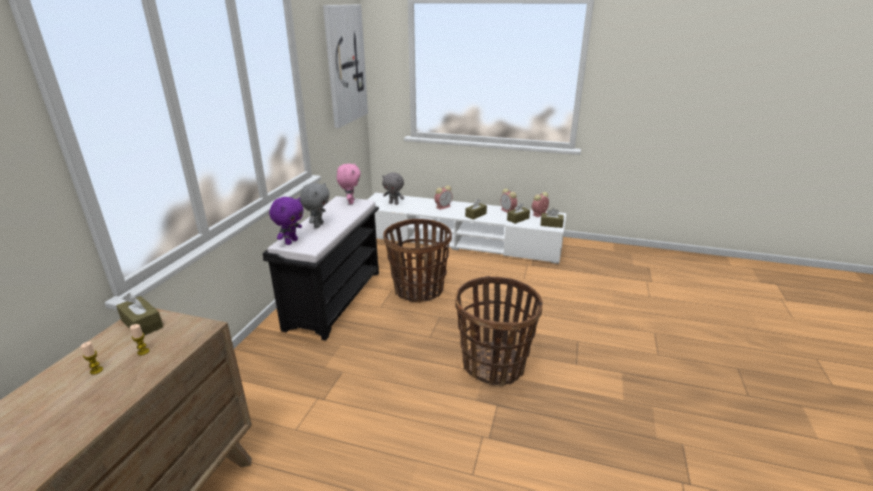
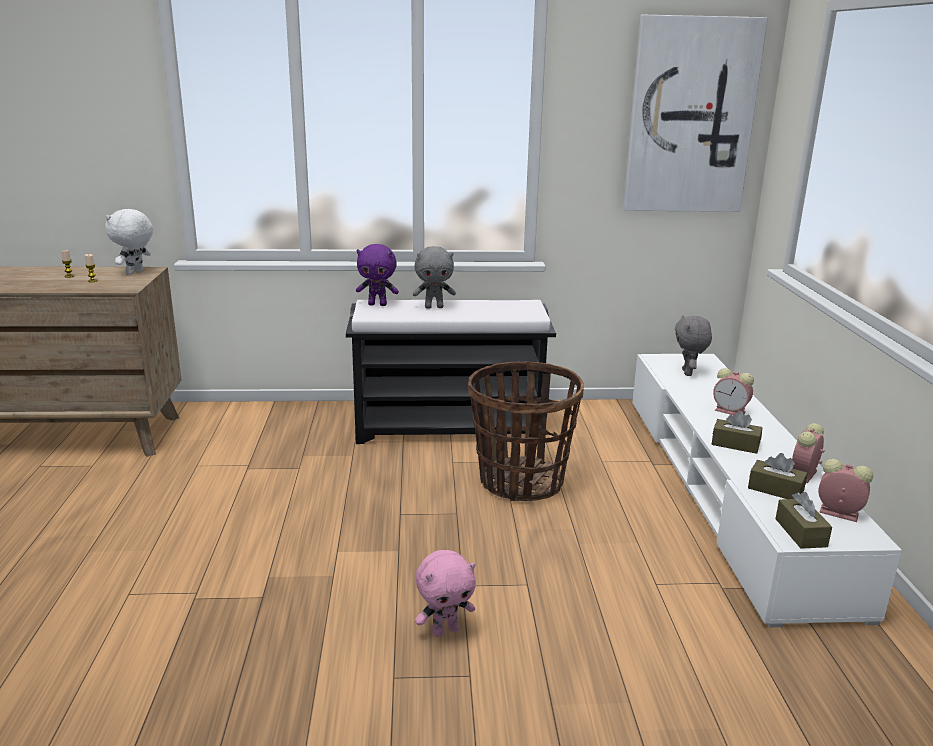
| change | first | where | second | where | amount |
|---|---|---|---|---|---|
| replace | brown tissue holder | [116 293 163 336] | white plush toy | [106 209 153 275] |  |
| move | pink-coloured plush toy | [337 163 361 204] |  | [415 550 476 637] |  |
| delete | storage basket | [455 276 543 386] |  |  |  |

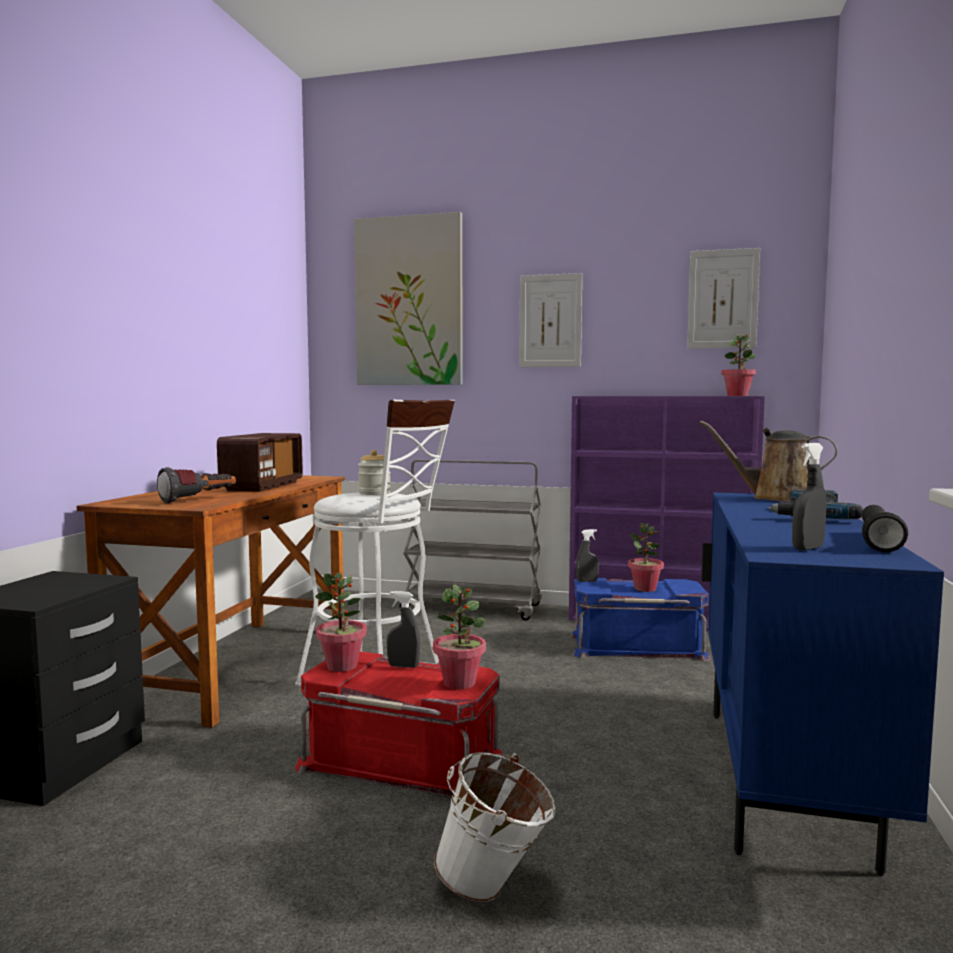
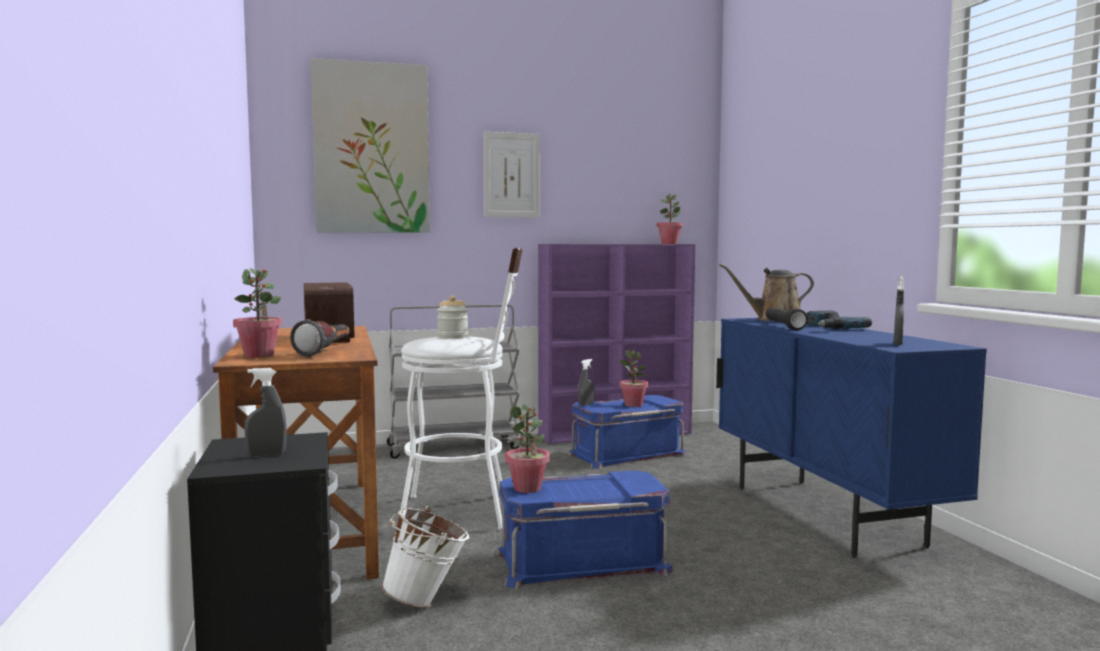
| change | first | where | second | where | amount |
|---|---|---|---|---|---|
| move | potted plant | [433 585 486 689] |  | [233 268 282 358] |  |
| move | gray spray bottle | [387 591 420 668] |  | [244 368 287 457] |  |
| move | white bucket | [434 752 556 902] |  | [381 506 470 607] |  |
| recolor | red-coloured storage box | [295 651 504 797] | bluish storage box | [496 470 674 589] |  |
| move | blackish hand torch | [862 505 908 552] |  | [766 308 808 330] |  |
| delete | wall picture | [687 248 760 349] |  |  |  |

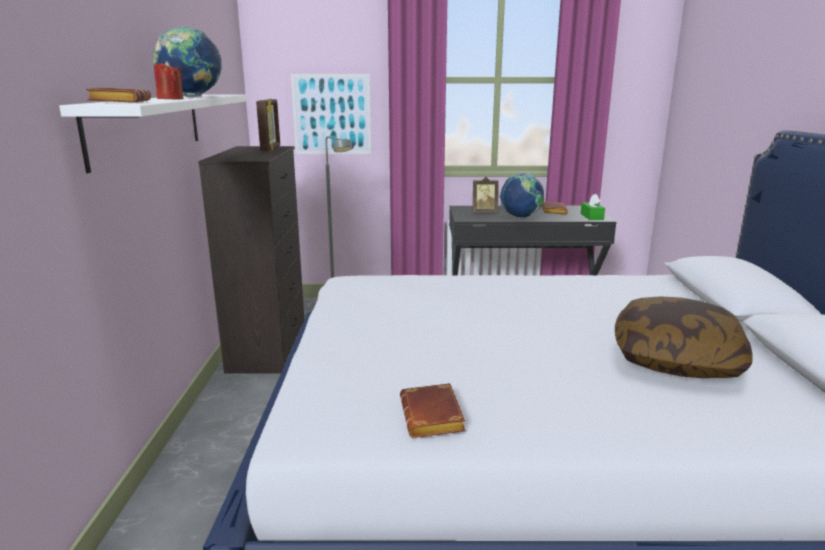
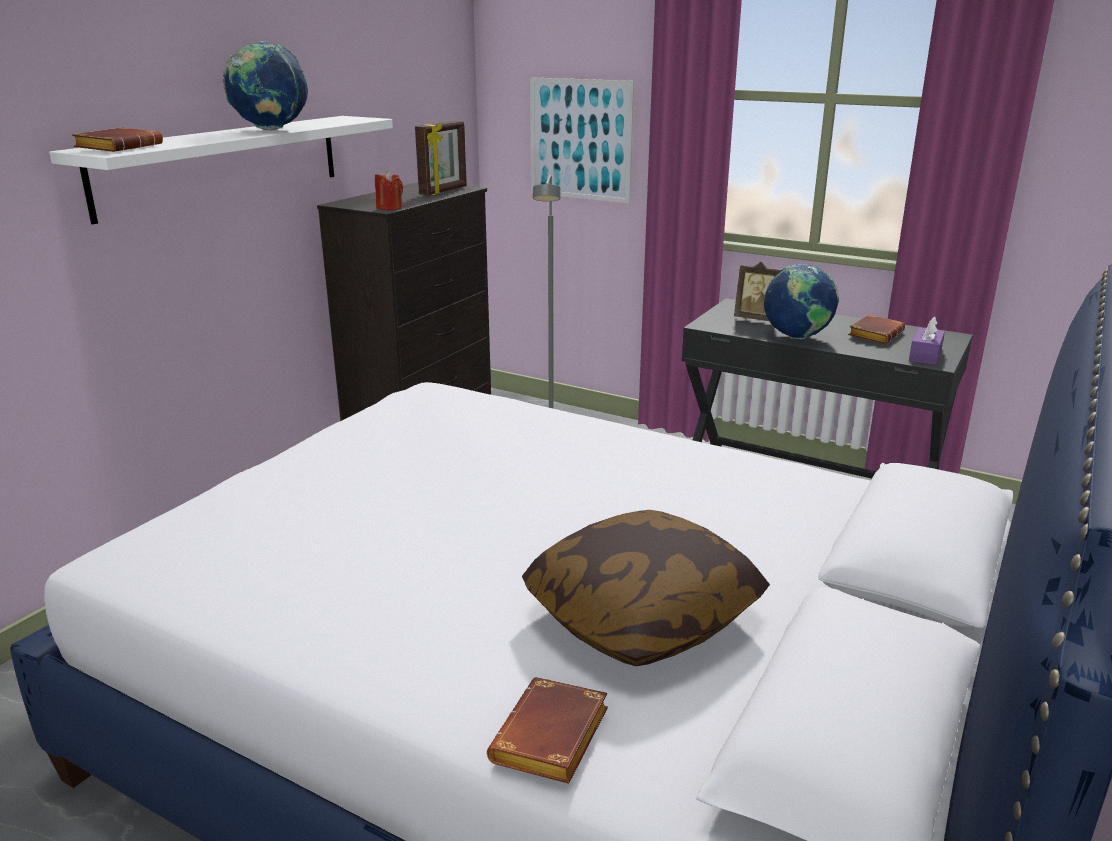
| change | first | where | second | where | amount |
|---|---|---|---|---|---|
| move | red-coloured wax light | [154 61 183 100] |  | [375 171 403 210] |  |
| move | brown book | [400 383 465 438] |  | [487 677 608 784] |  |
| recolor | greenish tissue holder | [581 194 605 220] | purplish tissue holder | [909 316 945 365] |  |

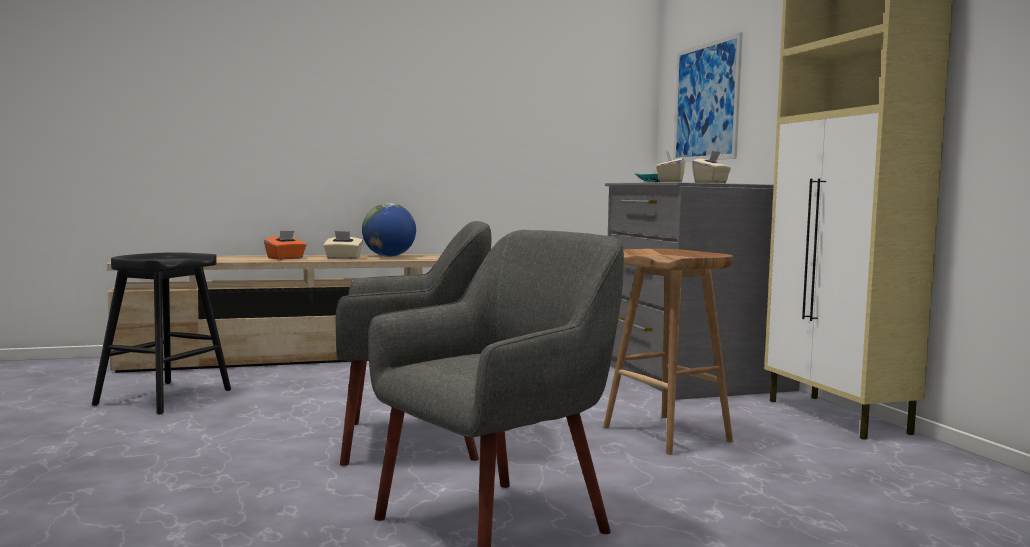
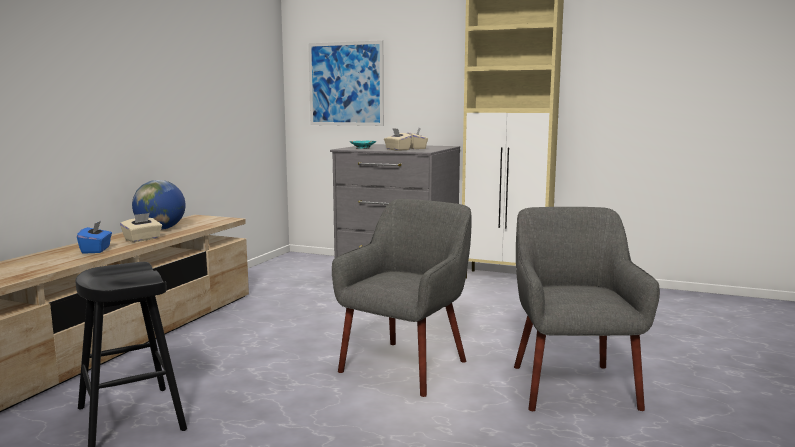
| change | first | where | second | where | amount |
|---|---|---|---|---|---|
| recolor | orange tissue holder | [264 231 307 260] | bluish tissue holder | [77 221 112 254] |  |
| delete | brown sitting stool | [603 249 733 455] |  |  |  |

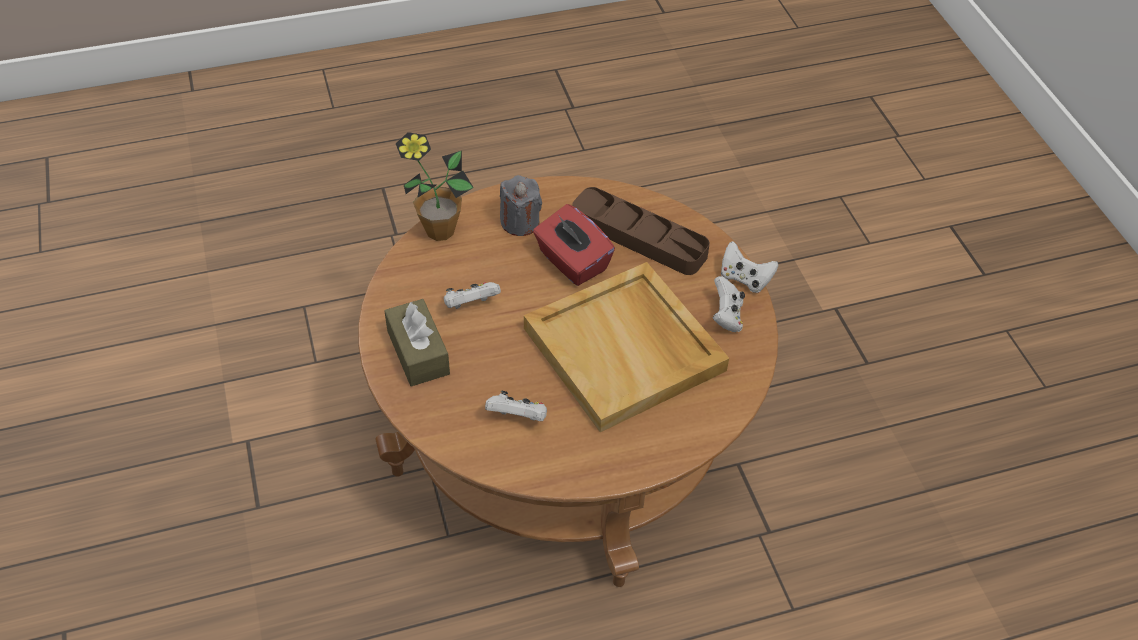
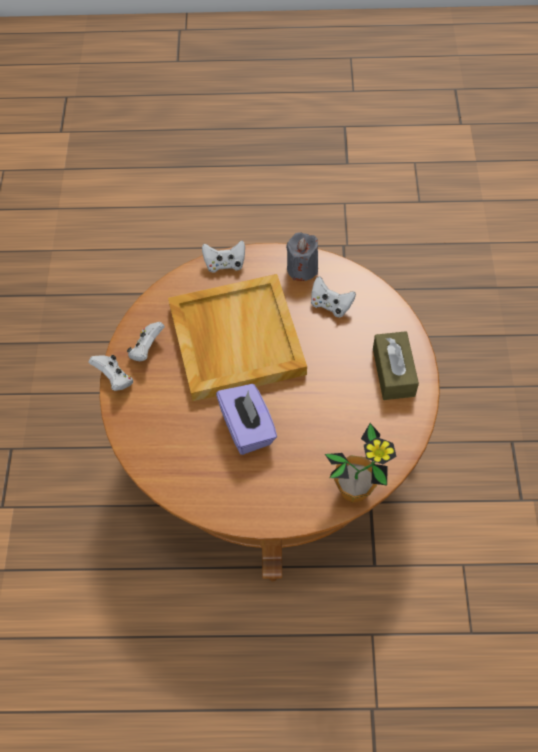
| change | first | where | second | where | amount |
|---|---|---|---|---|---|
| move | white game controller | [444 282 501 309] |  | [202 241 245 273] |  |
| recolor | red-coloured tissue holder | [533 204 615 286] | purplish tissue holder | [216 384 277 455] |  |
| move | gray wax light | [500 175 542 236] |  | [286 232 318 281] |  |
| delete | brown carrying tray | [572 187 710 275] |  |  |  |

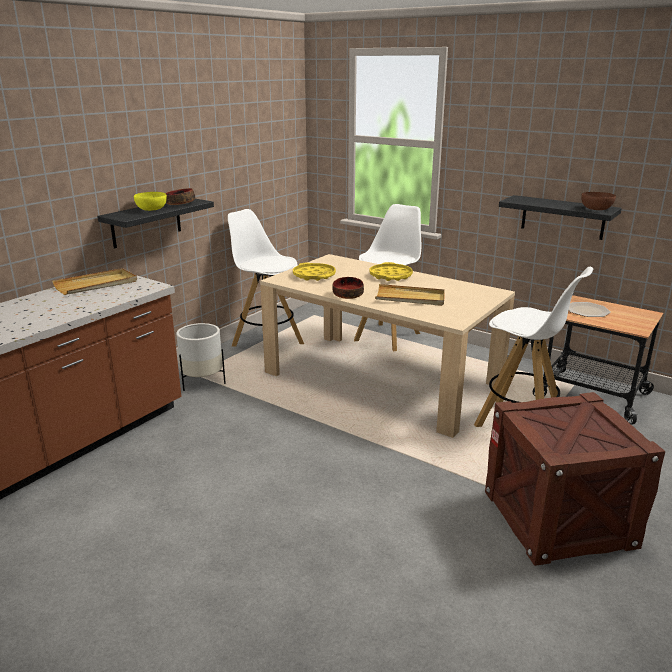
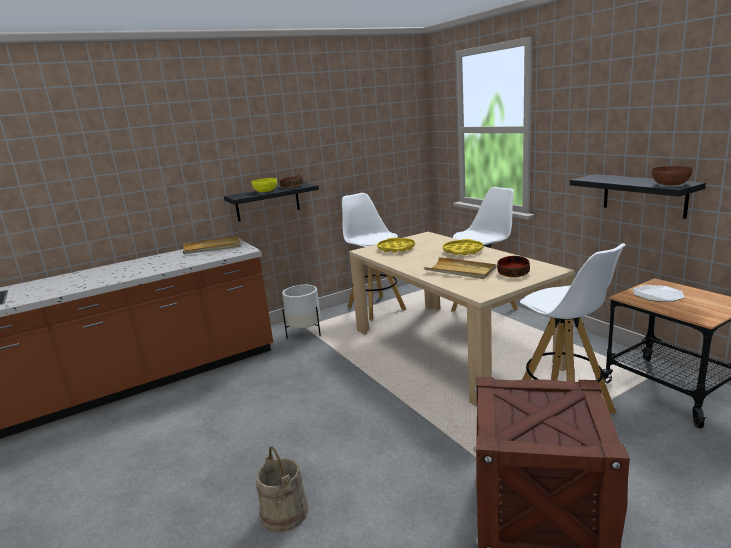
| change | first | where | second | where | amount |
|---|---|---|---|---|---|
| insert |  |  | sand-coloured bucket | [256 446 308 532] |  |
| move | deep dish | [332 277 364 299] |  | [497 256 530 277] |  |

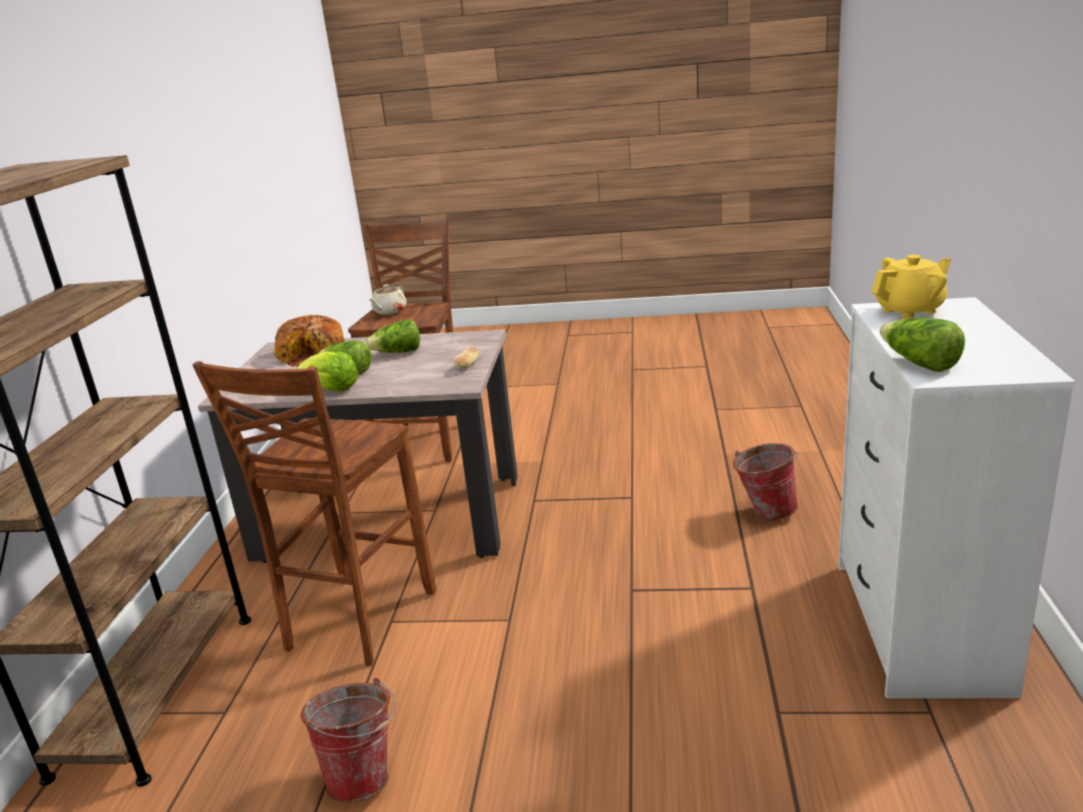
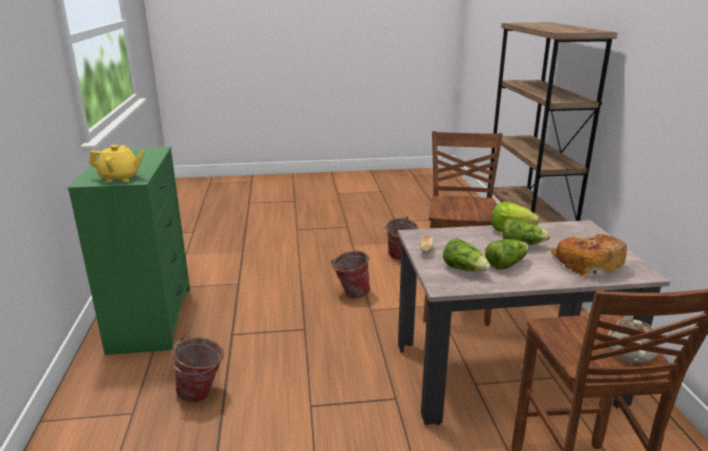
| change | first | where | second | where | amount |
|---|---|---|---|---|---|
| recolor | white dresser | [838 297 1075 699] | greenish dresser | [68 147 190 355] |  |
| rotate | yellow tea pot | [872 255 951 319] |  | [89 145 145 183] | 150 degrees counterclockwise |
| insert |  |  | bucket | [331 251 370 298] |  |
| move | lettuce | [880 318 965 372] |  | [443 238 491 271] |  |

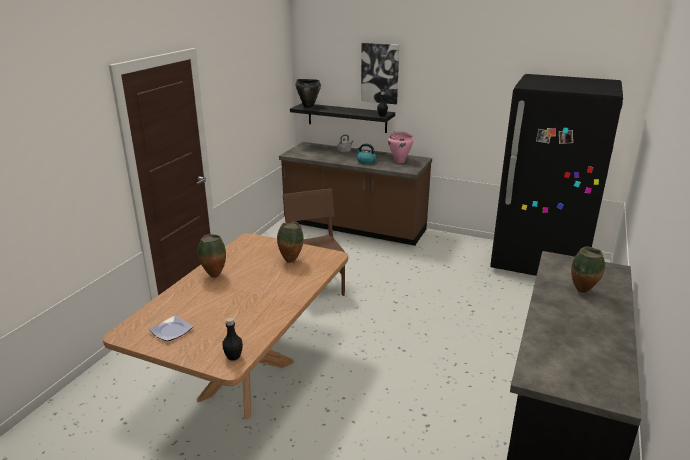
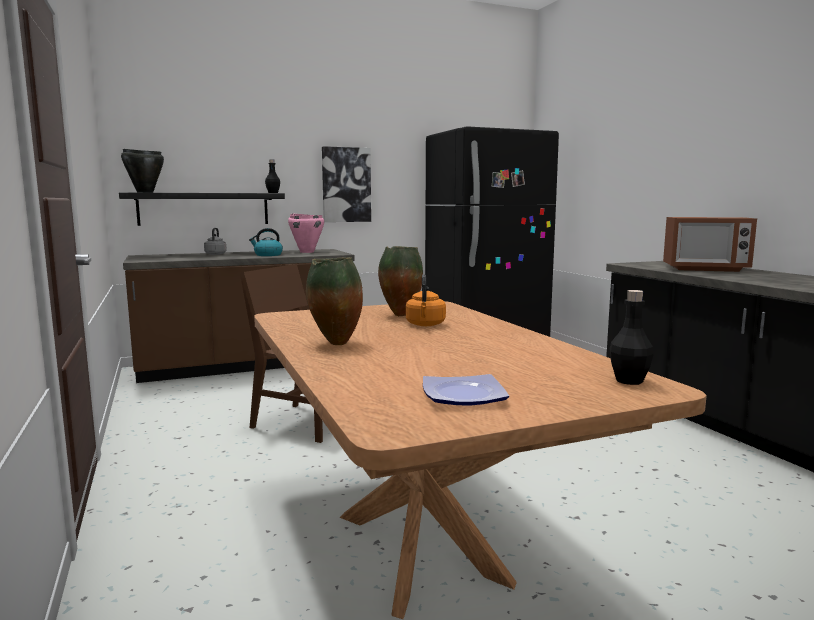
| change | first | where | second | where | amount |
|---|---|---|---|---|---|
| move | wall picture | [361 43 399 104] |  | [322 146 371 222] |  |
| insert |  |  | orange water kettle | [406 274 446 326] |  |
| replace | flower vase | [571 247 605 293] | kitchen microwave | [663 217 757 272] |  |

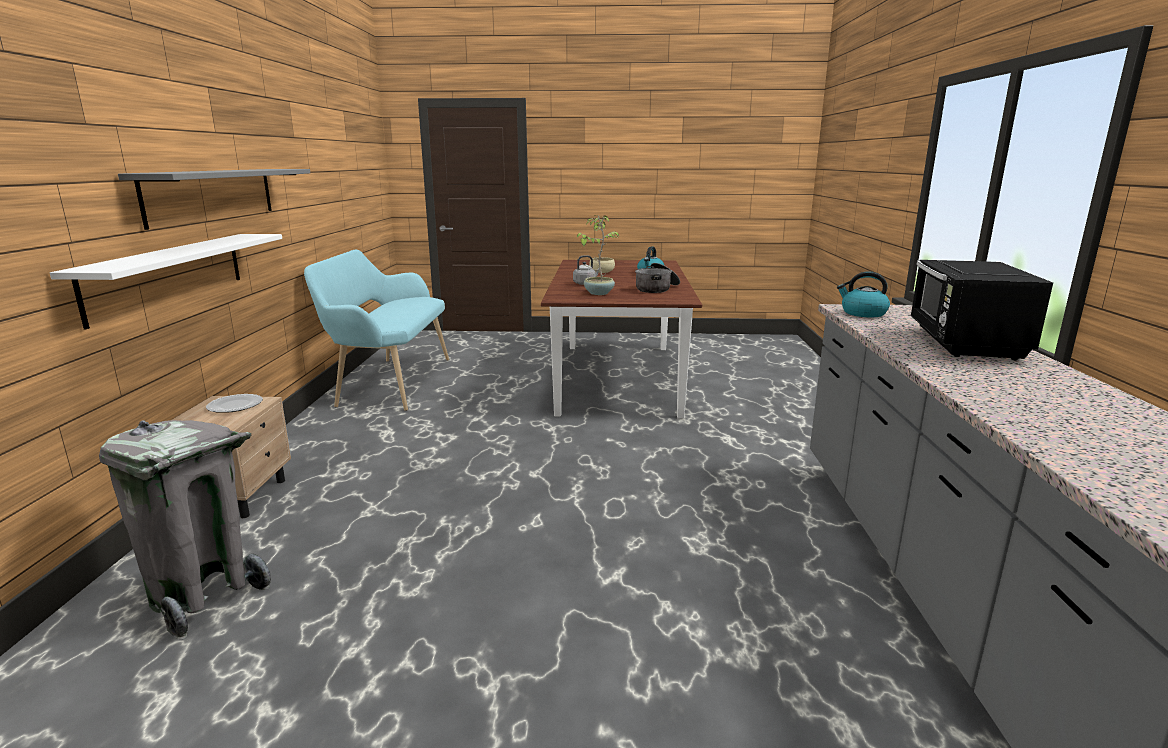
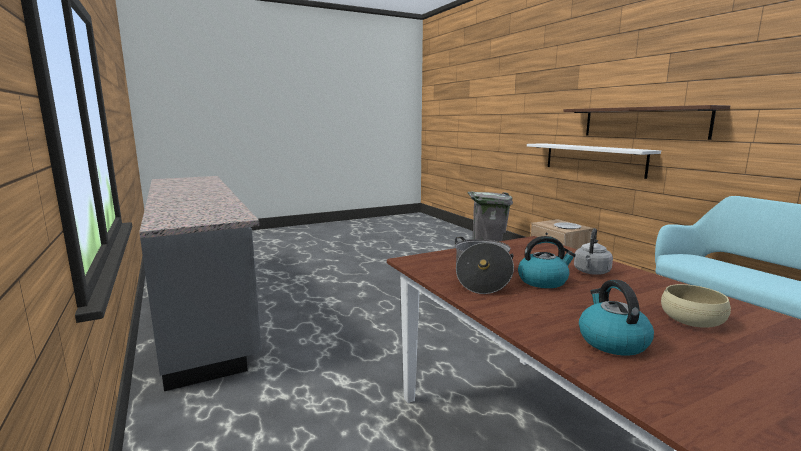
| change | first | where | second | where | amount |
|---|---|---|---|---|---|
| move | water kettle | [837 272 890 317] |  | [518 236 576 288] |  |
| recolor | gray wall shelf | [118 169 310 230] | brown wall shelf | [563 105 730 140] |  |
| delete | potted plant | [577 215 619 295] |  |  |  |
| delete | blackish kitchen microwave | [910 260 1053 360] |  |  |  |

